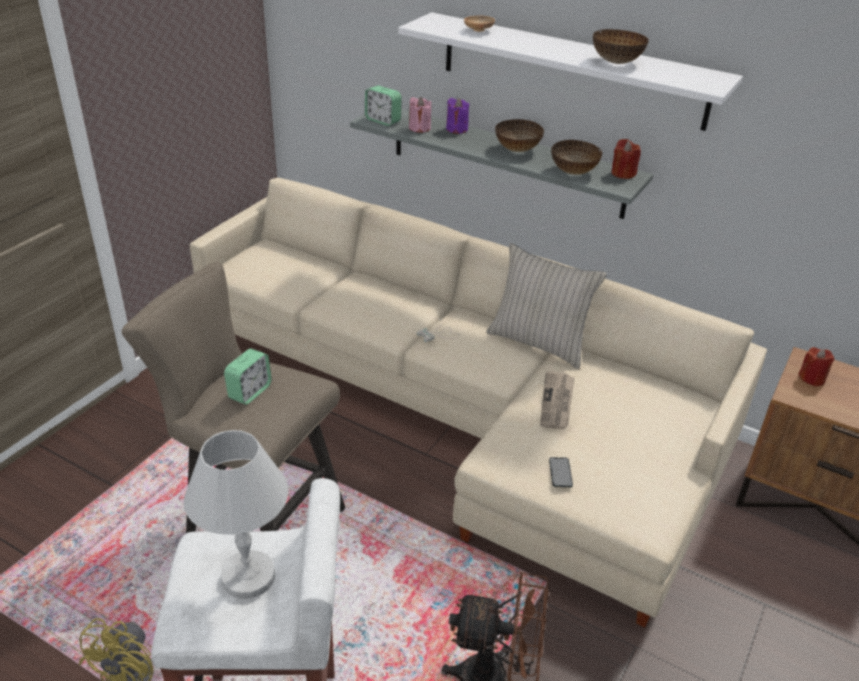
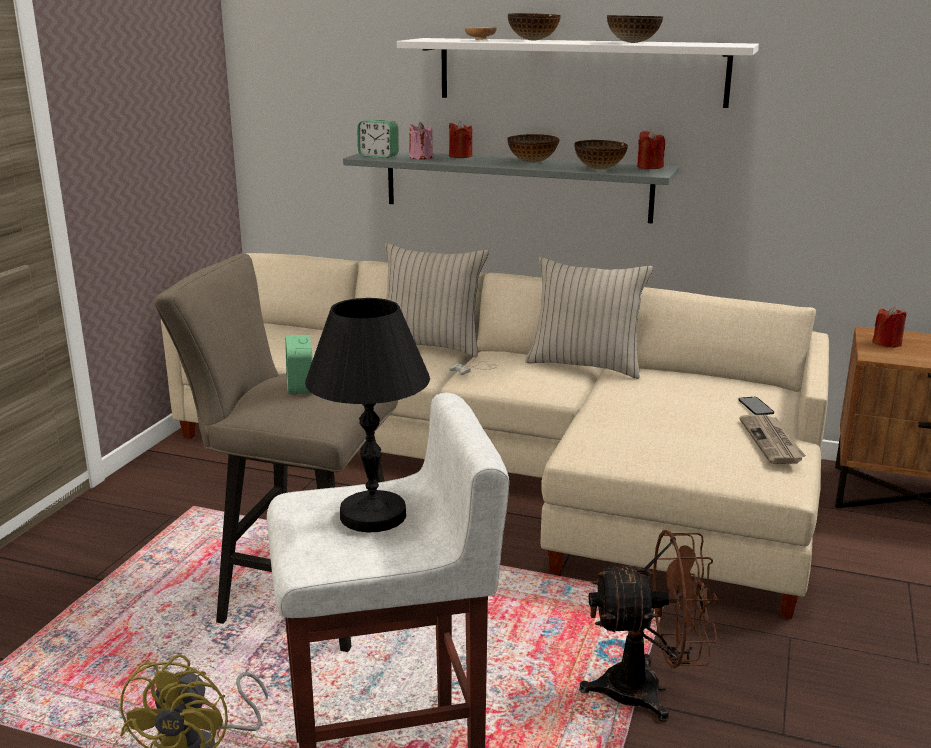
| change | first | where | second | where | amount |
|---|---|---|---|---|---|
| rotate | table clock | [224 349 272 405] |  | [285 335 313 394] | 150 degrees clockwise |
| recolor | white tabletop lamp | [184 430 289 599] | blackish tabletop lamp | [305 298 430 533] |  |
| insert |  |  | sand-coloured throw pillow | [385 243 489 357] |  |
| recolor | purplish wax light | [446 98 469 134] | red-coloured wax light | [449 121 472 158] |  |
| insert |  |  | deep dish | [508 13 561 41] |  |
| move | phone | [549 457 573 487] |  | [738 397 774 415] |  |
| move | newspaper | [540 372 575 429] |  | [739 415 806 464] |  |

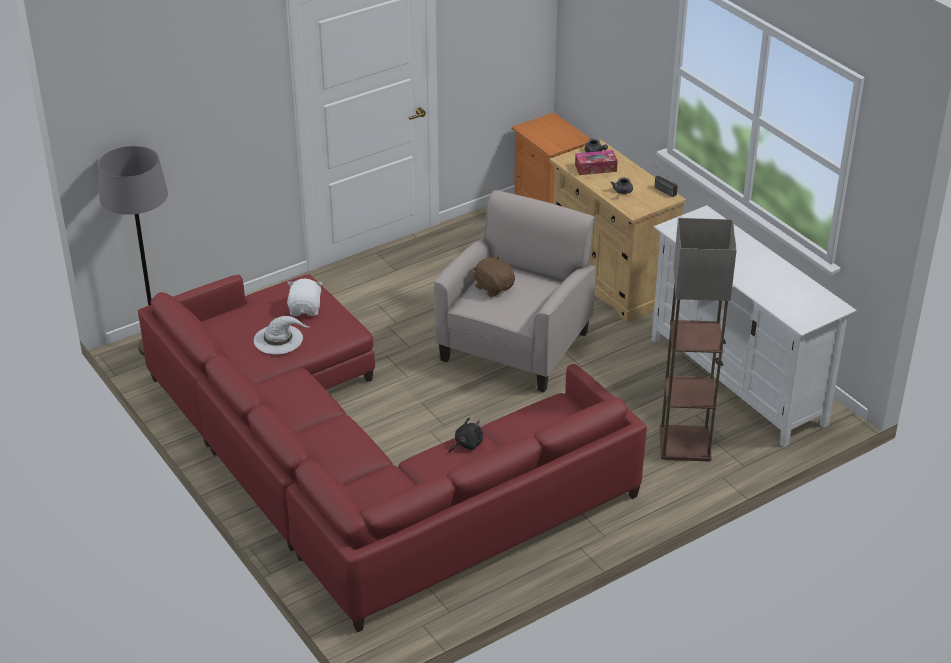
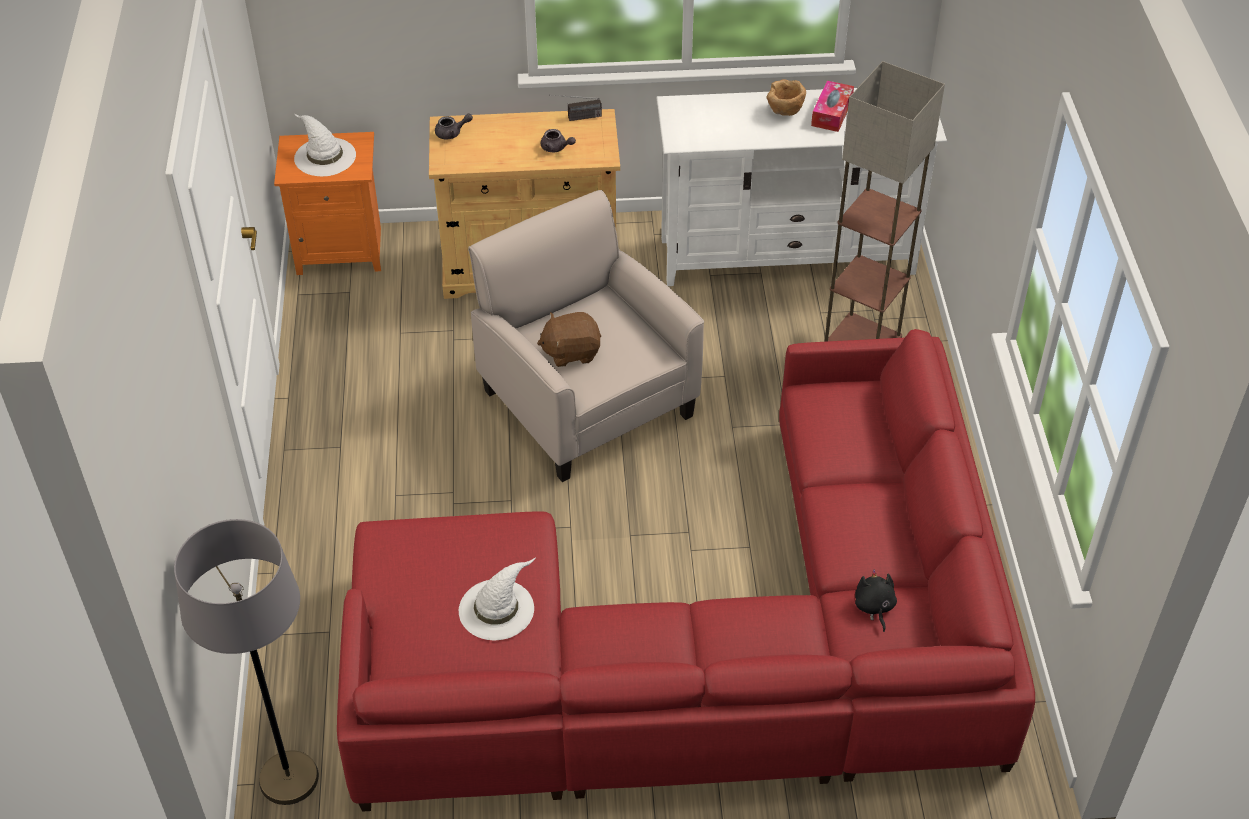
| change | first | where | second | where | amount |
|---|---|---|---|---|---|
| insert |  |  | white hat | [294 113 356 176] |  |
| insert |  |  | brown deep dish | [767 79 806 116] |  |
| move | tissue holder | [575 150 618 175] |  | [811 81 854 132] |  |
| move | blackish plush toy | [449 417 483 453] |  | [855 570 897 632] |  |
| delete | white plush toy | [287 279 322 316] |  |  |  |

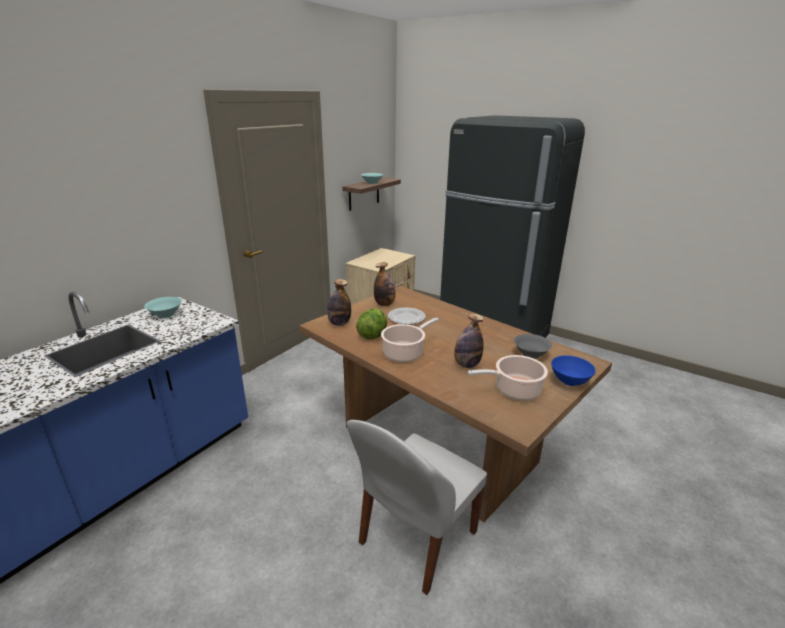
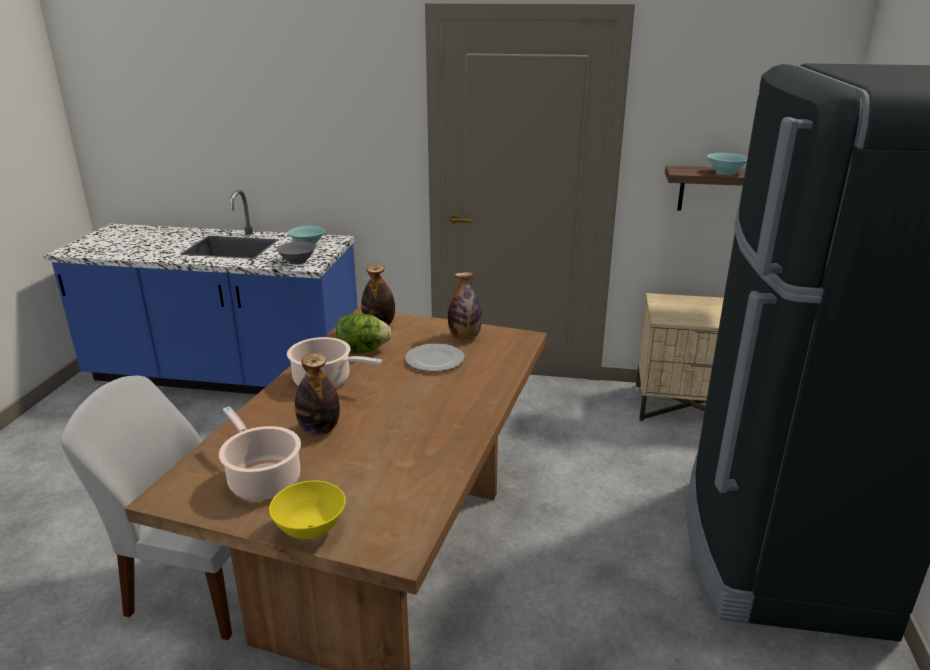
| change | first | where | second | where | amount |
|---|---|---|---|---|---|
| recolor | bluish deep dish | [551 355 596 386] | yellow deep dish | [269 481 346 539] |  |
| move | gray deep dish | [514 334 553 359] |  | [276 242 316 265] |  |

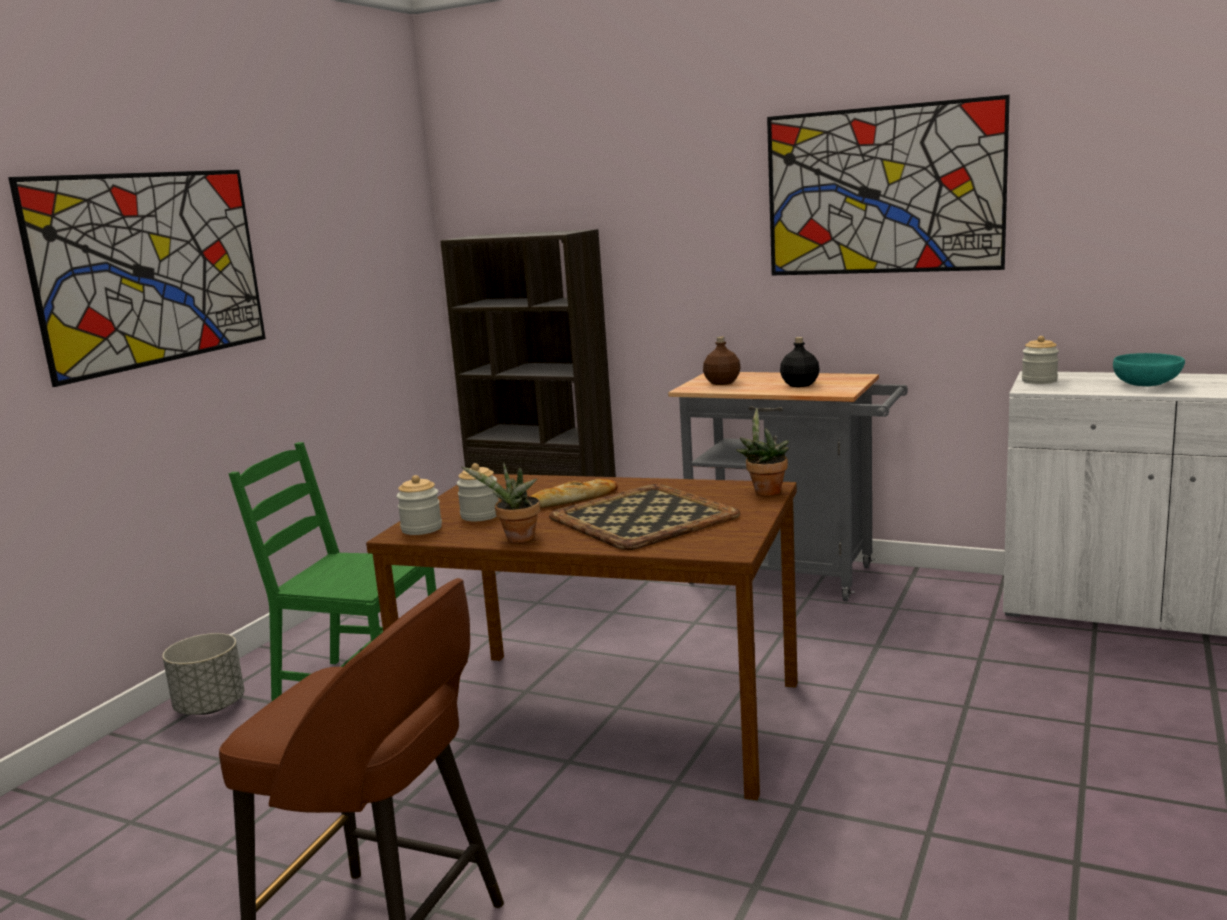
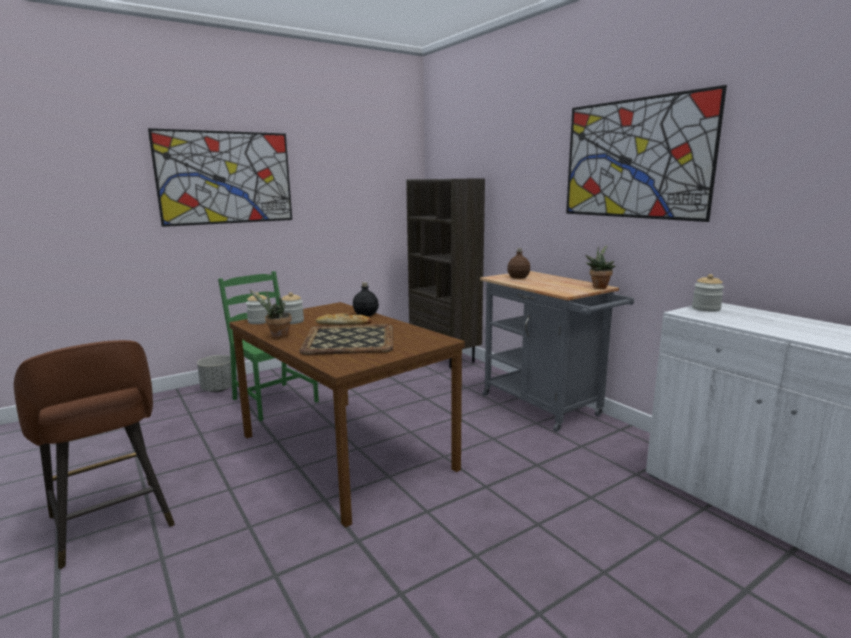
| change | first | where | second | where | amount |
|---|---|---|---|---|---|
| move | blackish drink bottle | [780 337 820 387] |  | [353 282 379 316] |  |
| move | potted plant | [736 408 789 496] |  | [585 245 615 289] |  |
| delete | turquoise deep dish | [1113 353 1185 386] |  |  |  |

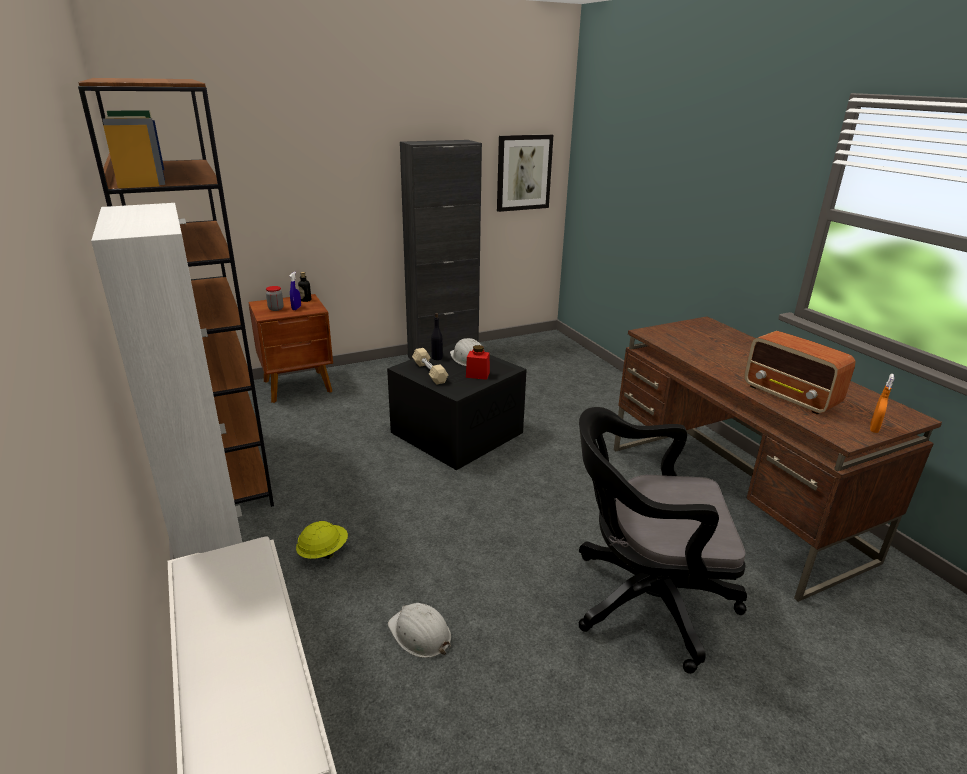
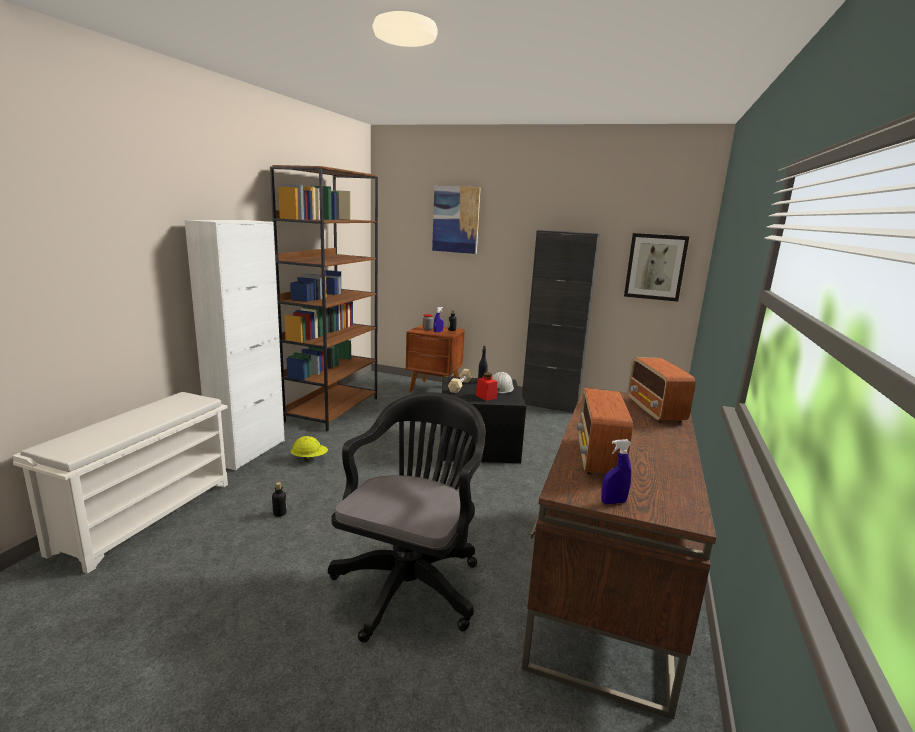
| change | first | where | second | where | amount |
|---|---|---|---|---|---|
| replace | white work helmet | [388 603 451 658] | drink bottle | [272 482 287 517] |  |
| rotate | blackish computer chair | [579 407 747 674] |  | [328 392 485 643] | 60 degrees clockwise |
| insert |  |  | wall picture | [432 186 481 254] |  |
| recolor | orange spray bottle | [870 374 894 433] | bluish spray bottle | [601 439 632 505] |  |
| insert |  |  | radio | [628 357 696 422] |  |

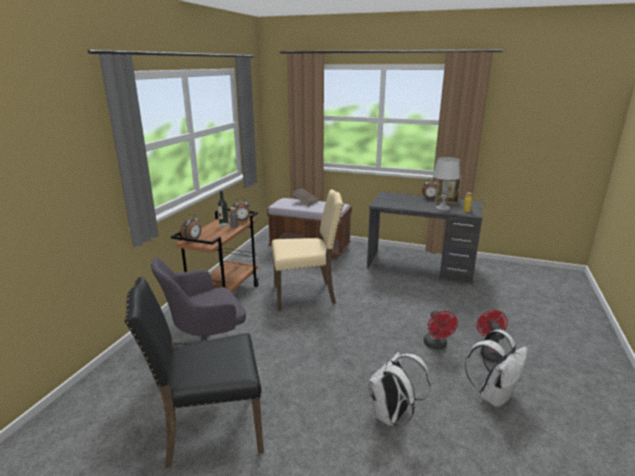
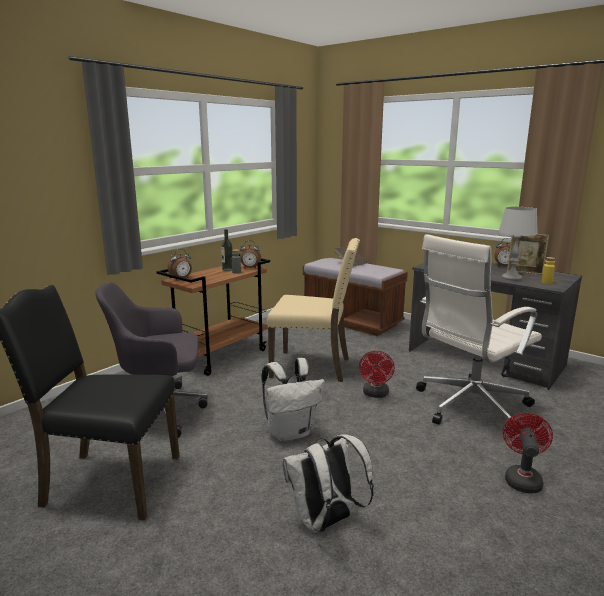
| change | first | where | second | where | amount |
|---|---|---|---|---|---|
| move | white backpack | [465 330 528 408] |  | [261 358 325 442] |  |
| move | red-coloured cooling fan | [424 310 458 349] |  | [359 351 395 398] |  |
| insert |  |  | white computer chair | [416 234 542 436] |  |

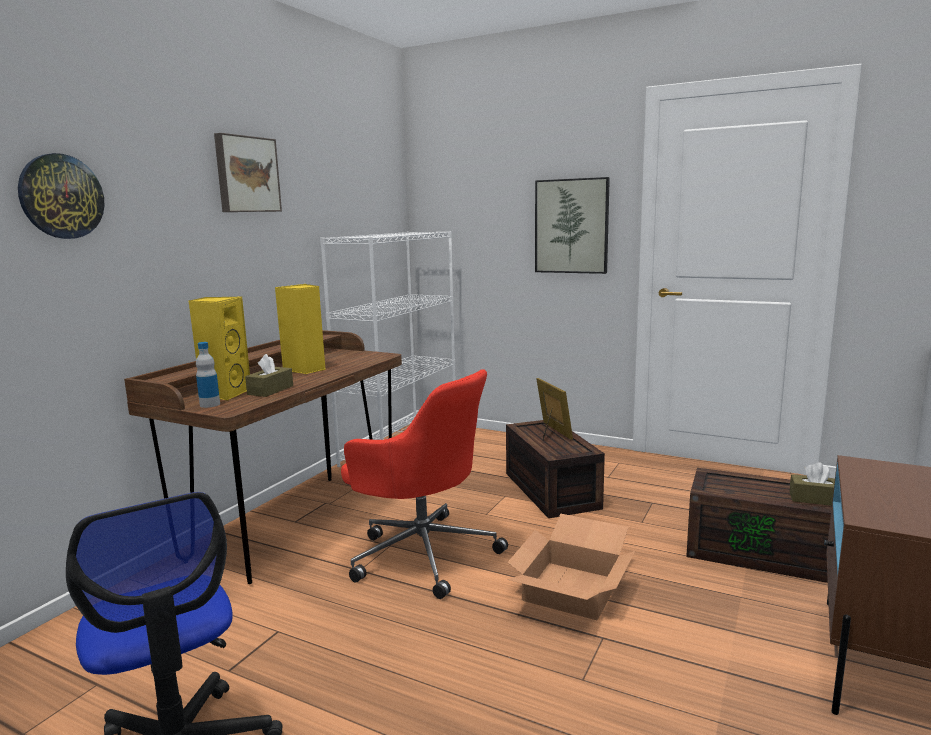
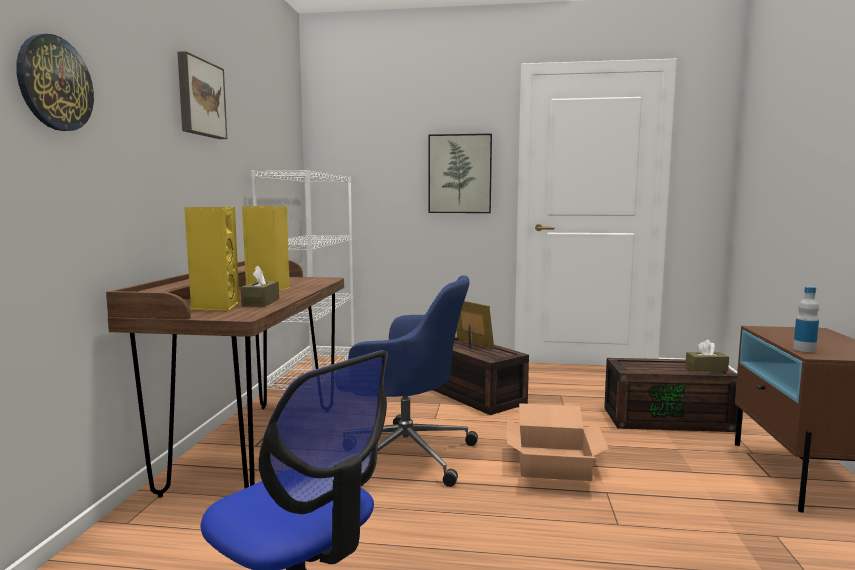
| change | first | where | second | where | amount |
|---|---|---|---|---|---|
| recolor | red-coloured computer chair | [341 369 508 599] | bluish computer chair | [348 275 478 487] |  |
| move | drink bottle | [196 342 220 408] |  | [793 287 819 352] |  |

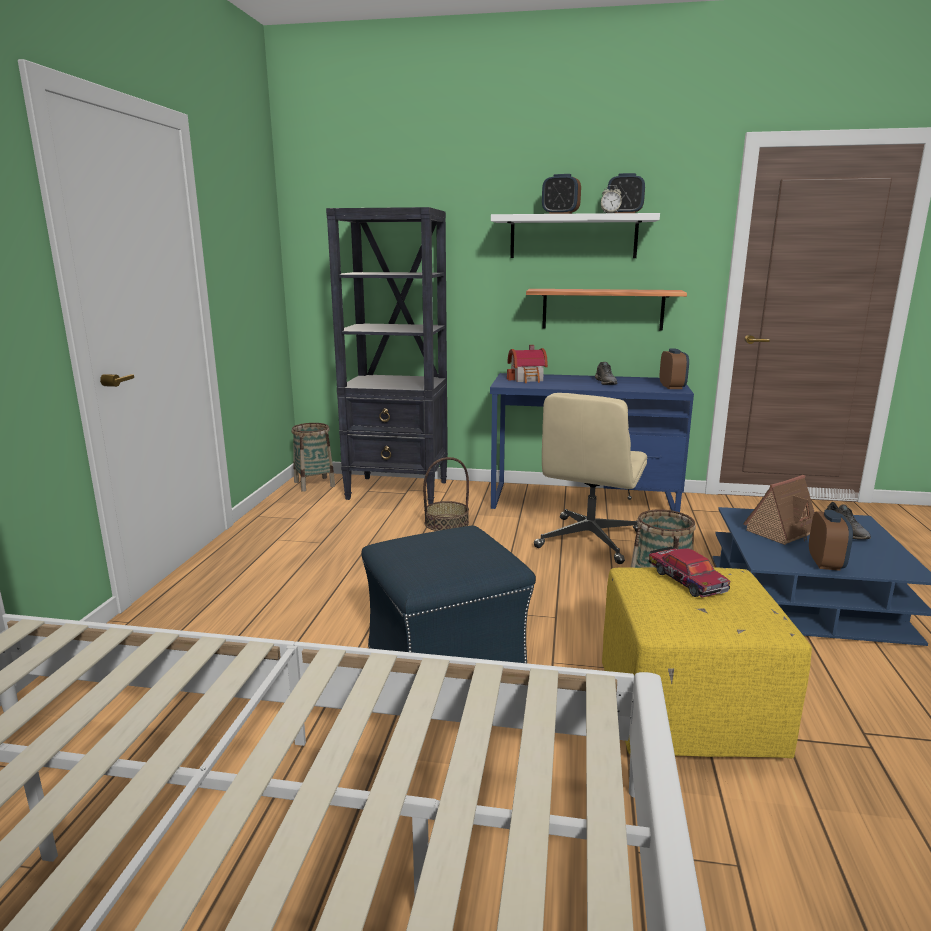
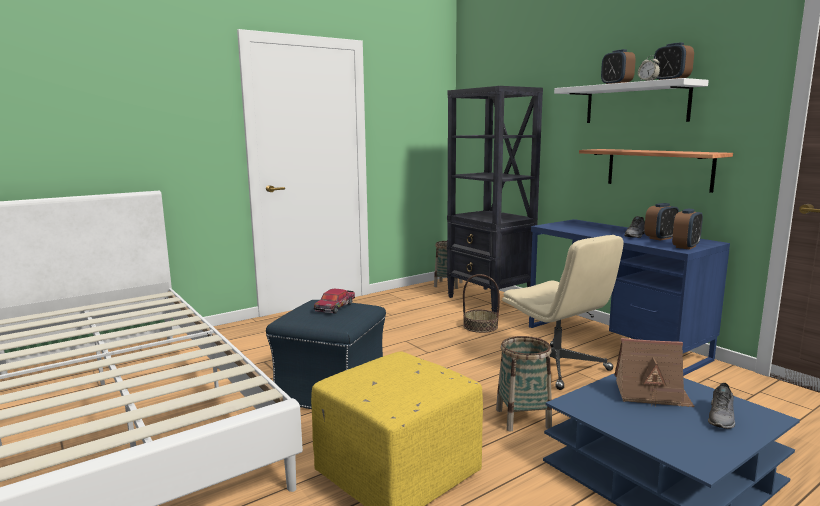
| change | first | where | second | where | amount |
|---|---|---|---|---|---|
| move | miniature car | [649 547 730 598] |  | [314 289 355 313] |  |
| rotate | sand-coloured computer chair | [534 393 647 564] |  | [502 235 624 390] | 105 degrees counterclockwise |
| move | table clock | [809 510 853 571] |  | [644 203 679 241] |  |
| delete | miniature house | [507 345 548 383] |  |  |  |

